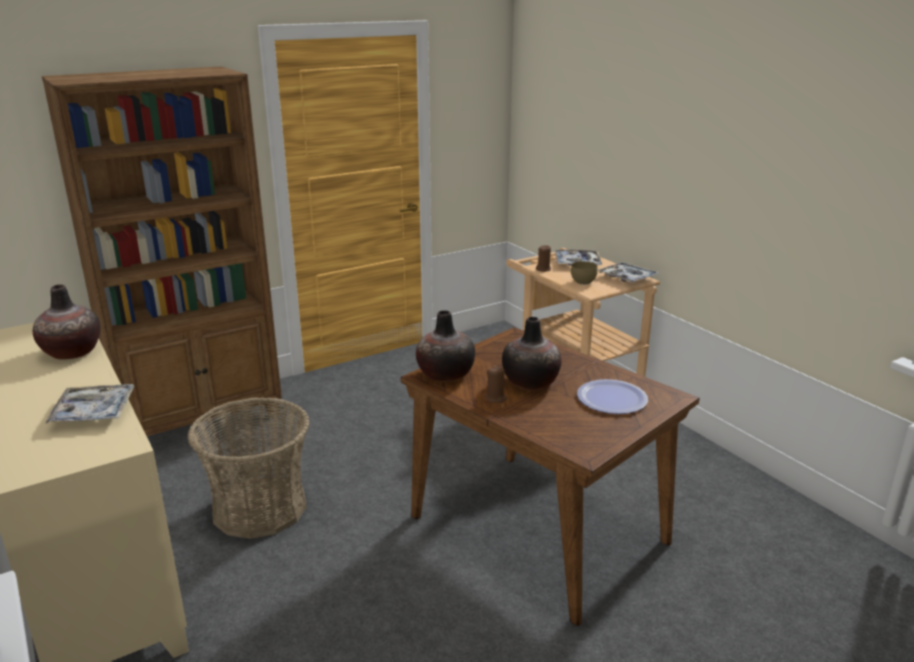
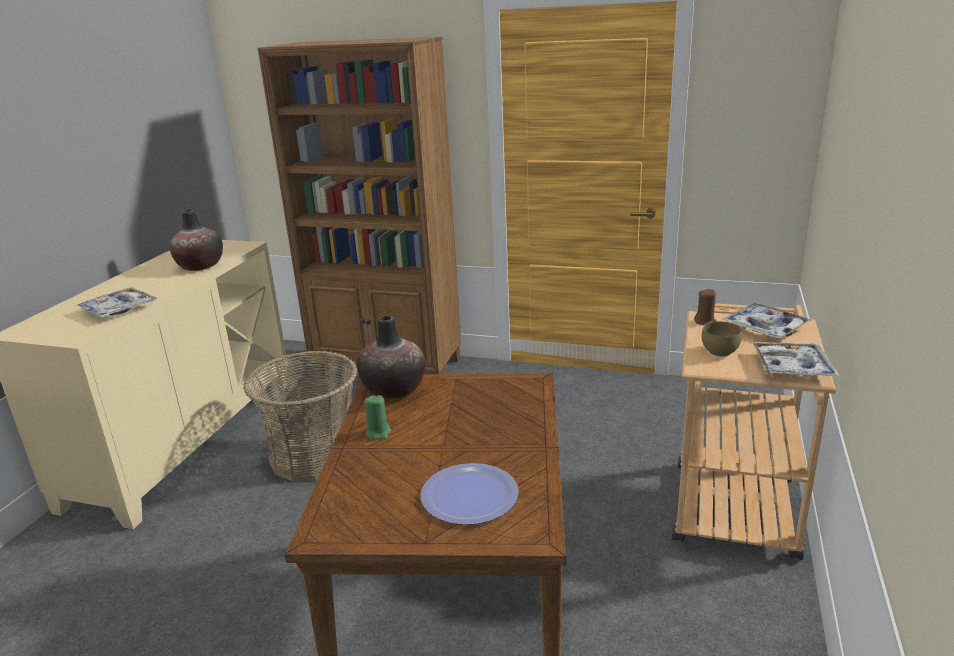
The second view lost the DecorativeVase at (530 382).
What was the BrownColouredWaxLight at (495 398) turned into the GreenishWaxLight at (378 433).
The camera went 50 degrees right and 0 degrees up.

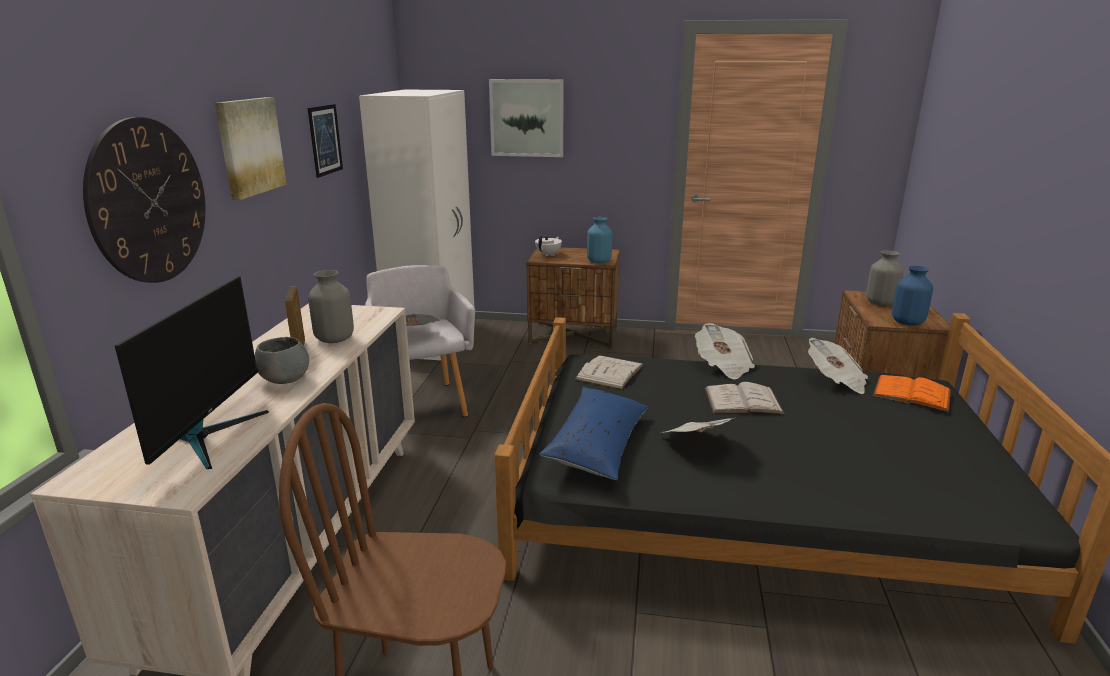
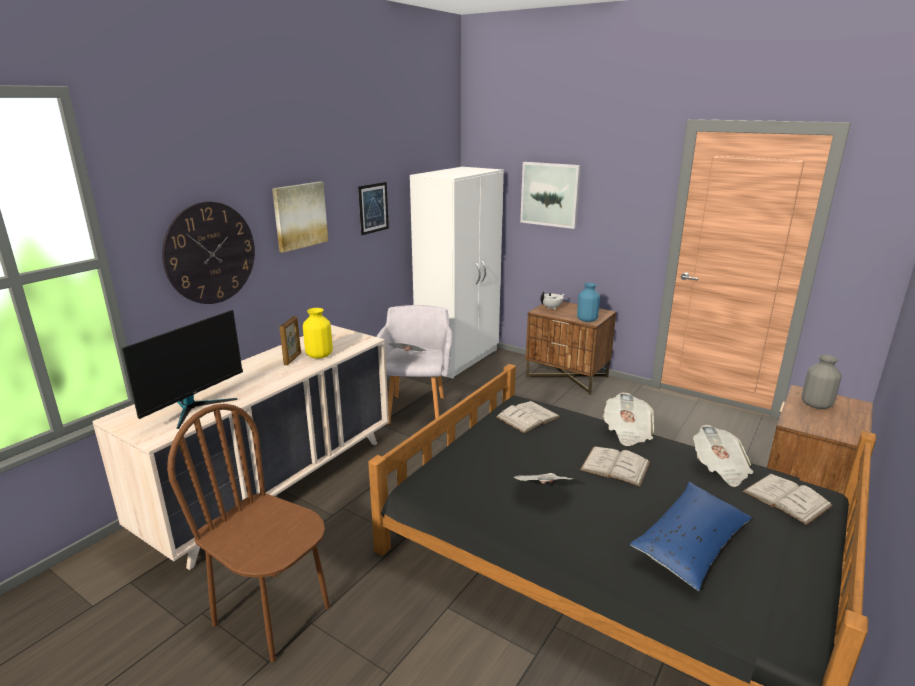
The second view lost the BlueColouredDecorativeVase at (907 322).
What was the GrayDecorativeVase at (334 339) turned into the YellowishDecorativeVase at (319 355).
The second view lost the GrayServingBowl at (285 379).
What was the OrangeyBook at (912 393) turned into the WhiteColouredBook at (786 498).
The BlueColouredCushion ended up elsewhere, having gone from (597 444) to (690 544).
The camera went 25 degrees right and 0 degrees up.

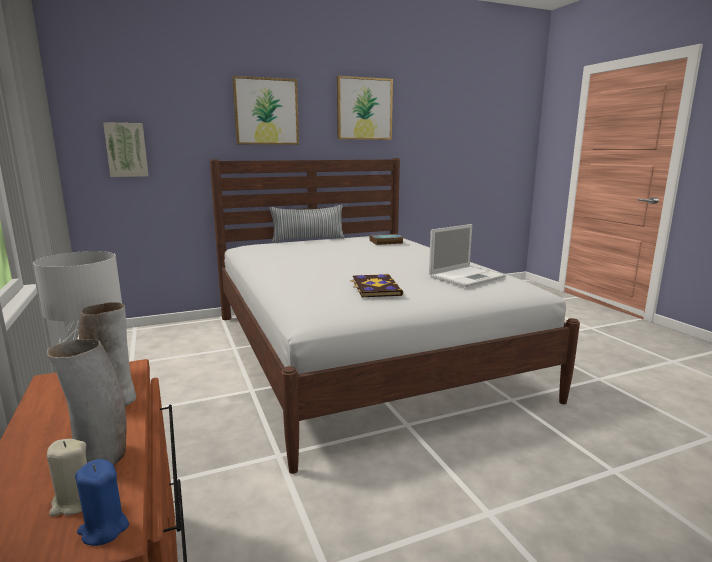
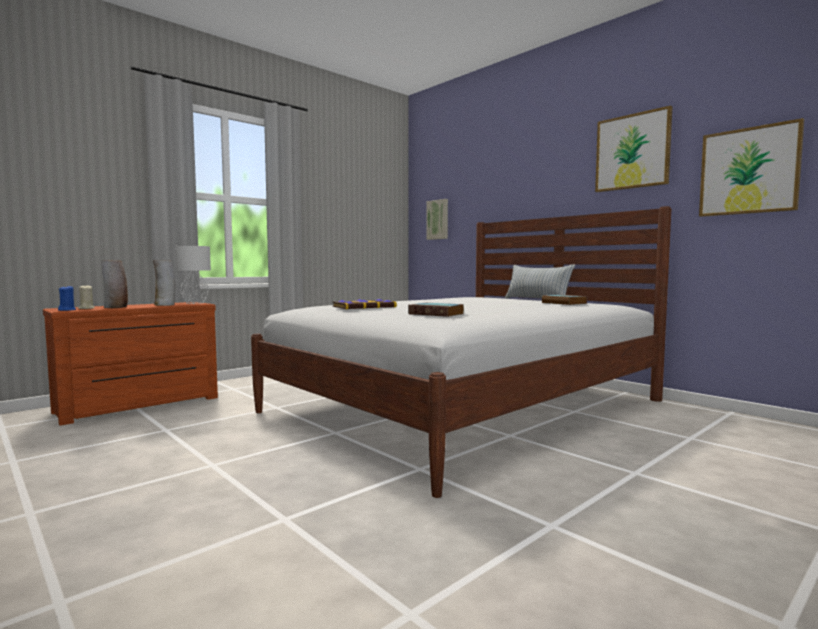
The Picture ended up elsewhere, having gone from (266 111) to (749 171).
Where the PortableComputer stood at (467 277), the Book came to stand at (437 314).
The camera went 70 degrees right and 10 degrees down.

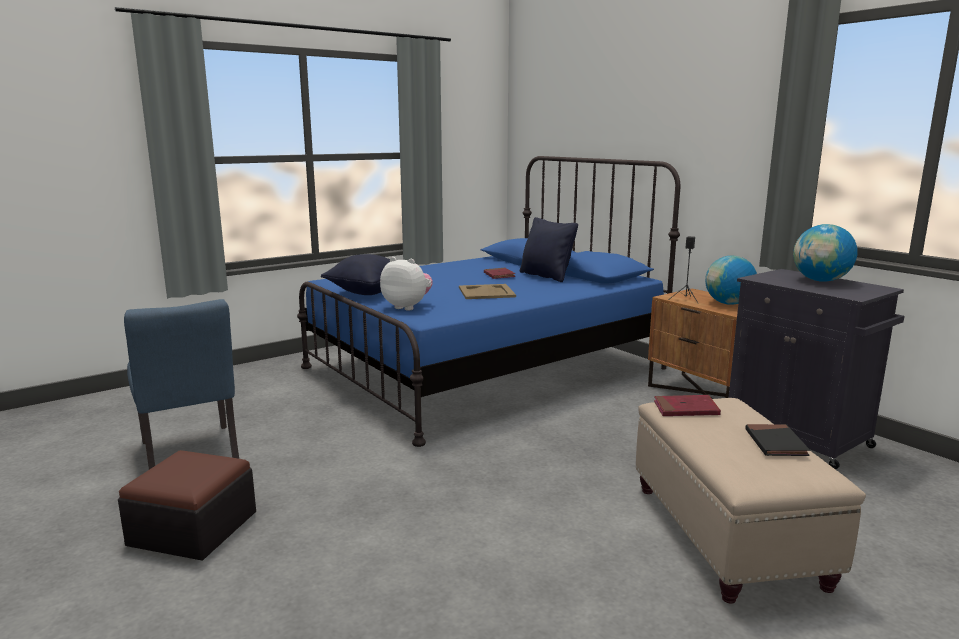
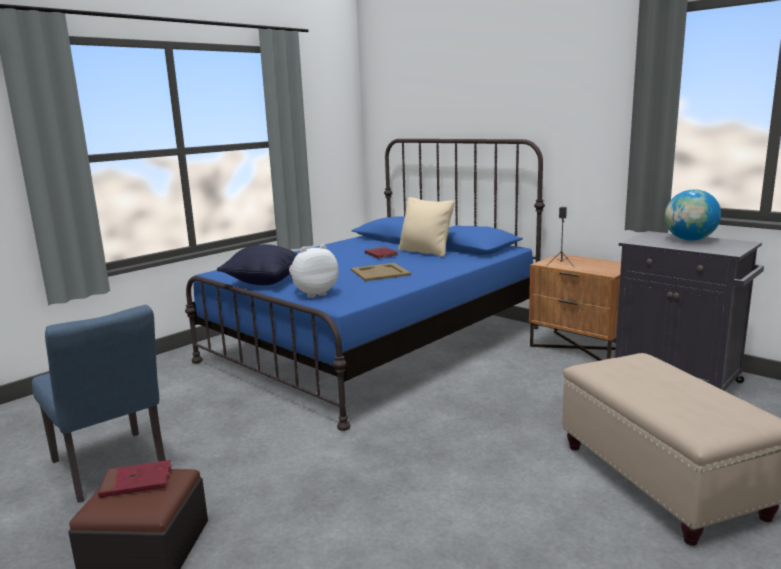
What was the BlackishCushion at (546 276) turned into the BeigeColouredCushion at (425 252).
The second view lost the DeskGlobe at (728 303).
The SoftToy at (407 307) ended up facing another way, 45 degrees counterclockwise from before.
The RedColouredBook ended up elsewhere, having gone from (686 409) to (137 482).
The second view lost the BlackishBook at (775 443).
The camera went 10 degrees left and 0 degrees up.

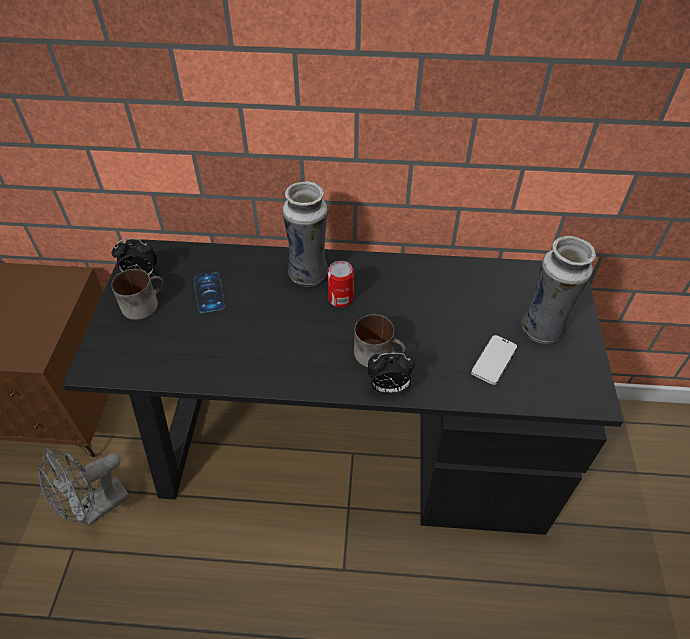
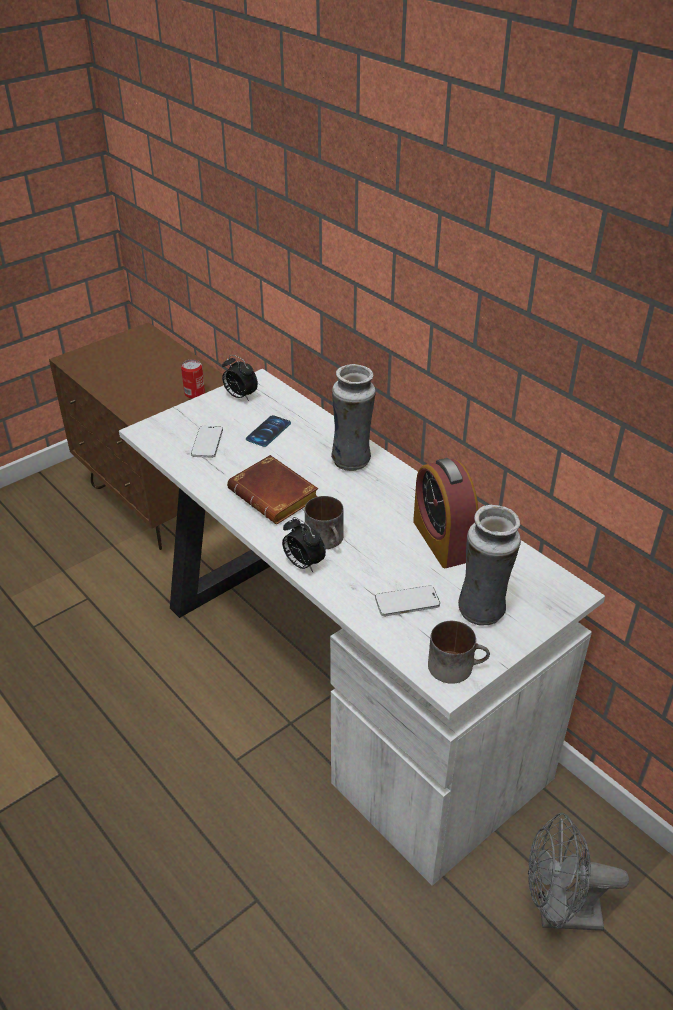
What was the BlackishDeskTable at (345 450) turned into the WhiteColouredDeskTable at (337 681).
The SealedCan ended up elsewhere, having gone from (340 298) to (194 393).
The TeaMug ended up elsewhere, having gone from (143 303) to (456 665).
The GrayFan ended up elsewhere, having gone from (96 508) to (558 913).
The second view gained the Phone at (207 443).
The second view gained the BrownColouredBook at (276 496).
The second view gained the AlarmClock at (442 540).
The camera went 45 degrees right and 10 degrees down.

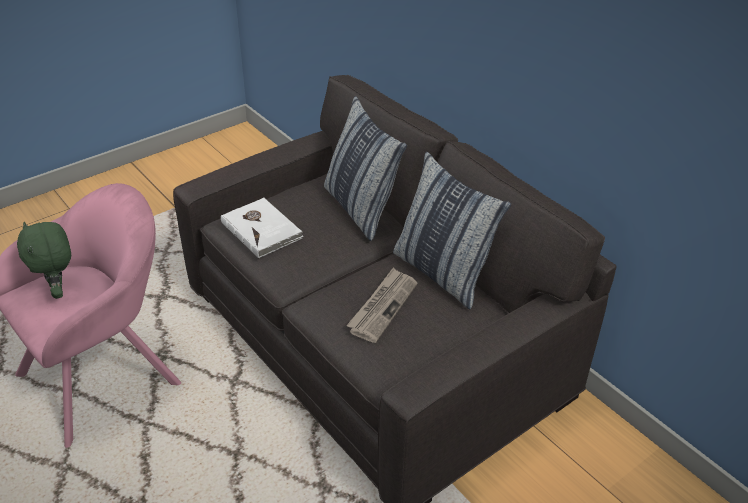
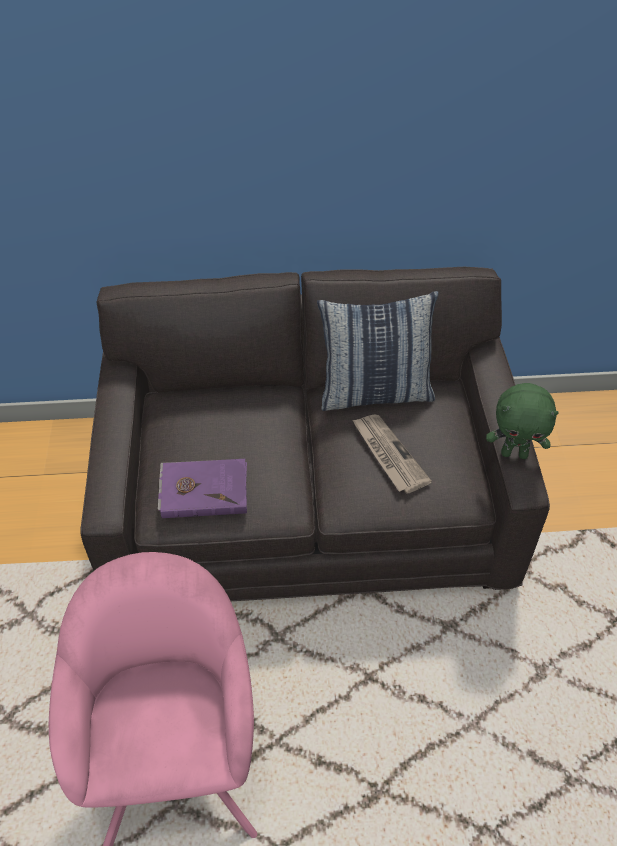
The second view lost the Cushion at (360 209).
What was the WhiteColouredBook at (262 229) turned into the PurplishBook at (203 489).
The GreenishSoftToy ended up elsewhere, having gone from (59 291) to (514 453).
The camera went 55 degrees left and 10 degrees up.

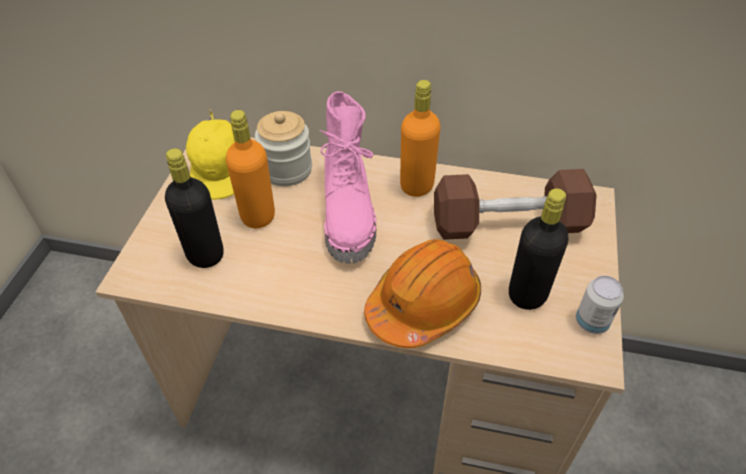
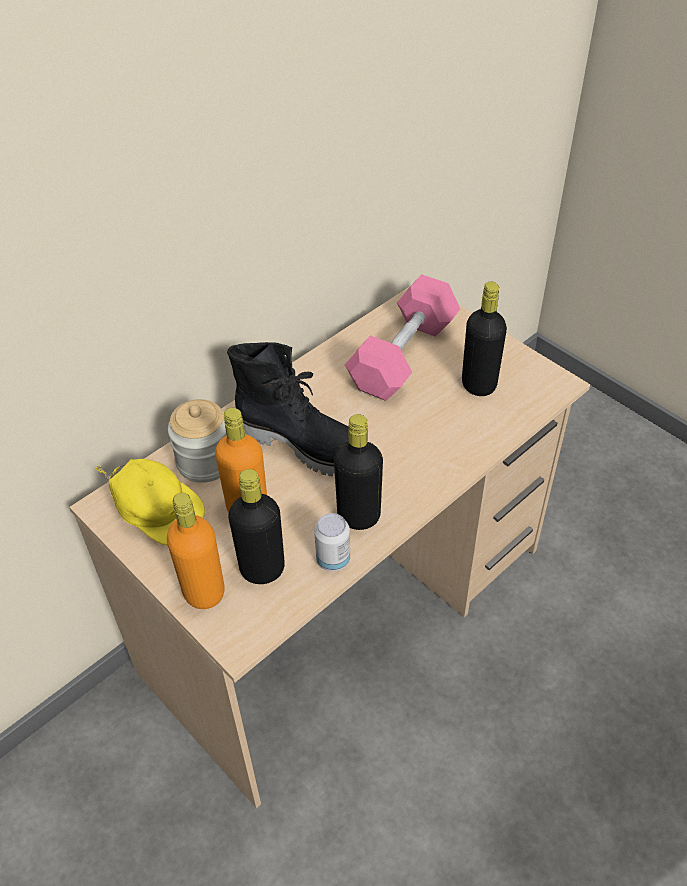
The OrangeyBottle ended up elsewhere, having gone from (416 185) to (204 592).
What was the PinkTallBoot at (349 215) turned into the BlackishTallBoot at (305 445).
What was the BrownColouredHandWeight at (508 224) turned into the PinkHandWeight at (403 355).
The second view lost the OrangeyWorkHelmet at (423 304).
The SealedCan ended up elsewhere, having gone from (591 322) to (333 559).
The second view gained the BlackishBottle at (358 516).
The camera went 55 degrees left and 0 degrees up.

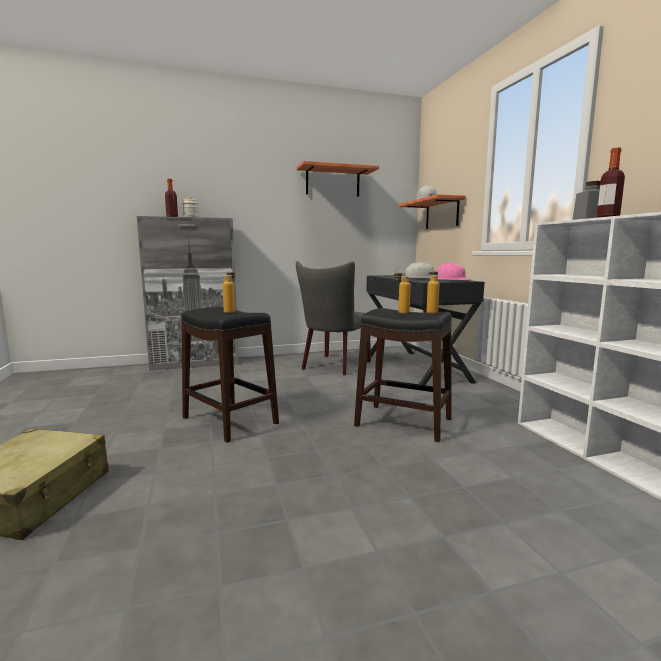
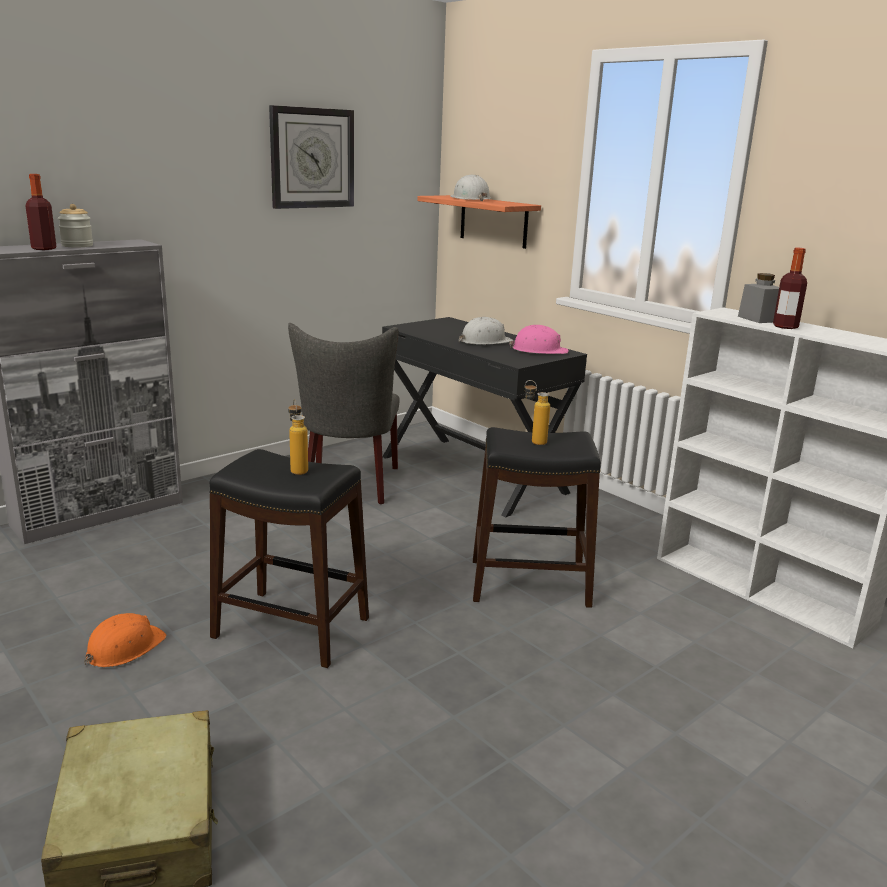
Where the Shelf hung at (333 182), the ClockOnTheWall came to hang at (312 158).
The second view lost the Bottle at (432 312).
The second view gained the OrangeyWorkHelmet at (124 648).
The camera went 25 degrees left and 10 degrees up.

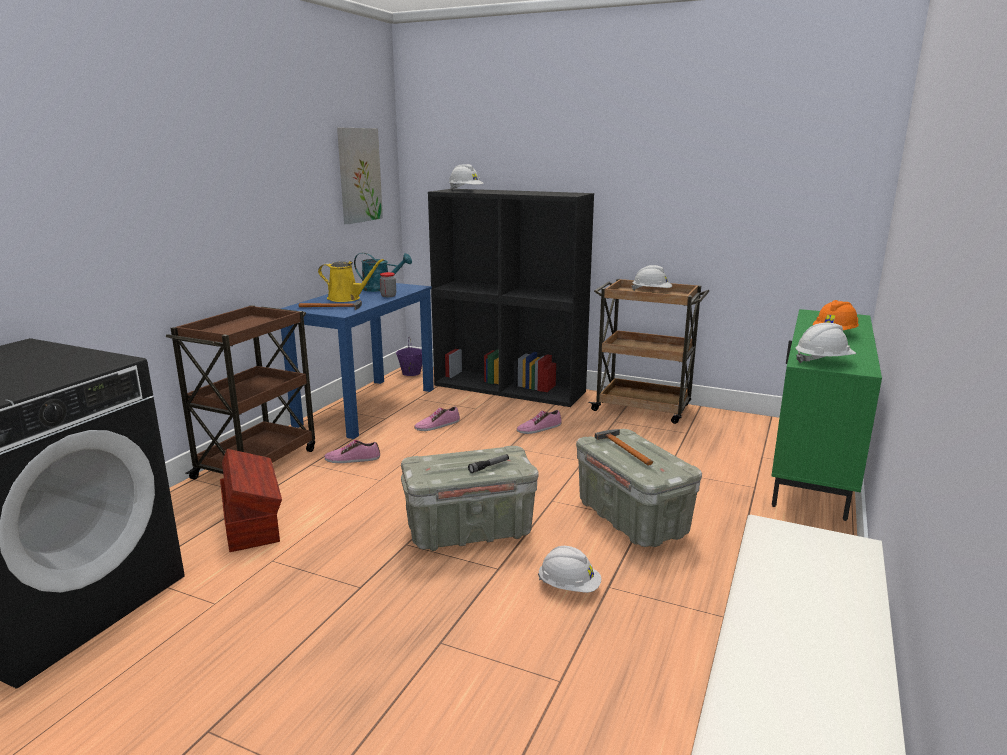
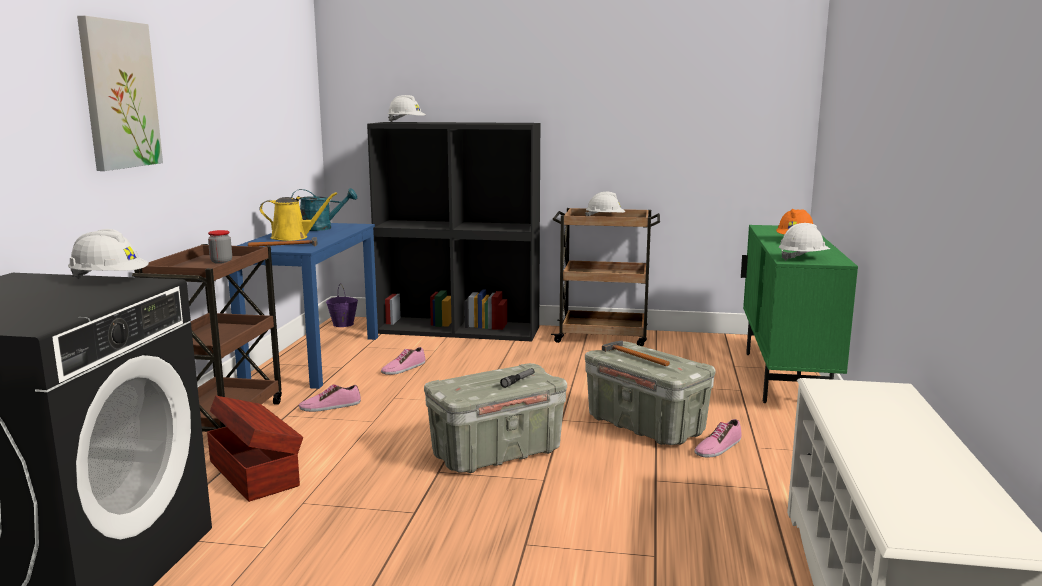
The Picture ended up elsewhere, having gone from (359 175) to (119 95).
The StorageJar ended up elsewhere, having gone from (388 296) to (221 261).
The LowShoe ended up elsewhere, having gone from (539 428) to (717 447).
The WhiteColouredWorkHelmet ended up elsewhere, having gone from (569 587) to (110 280).
The camera went 15 degrees left and 5 degrees down.

